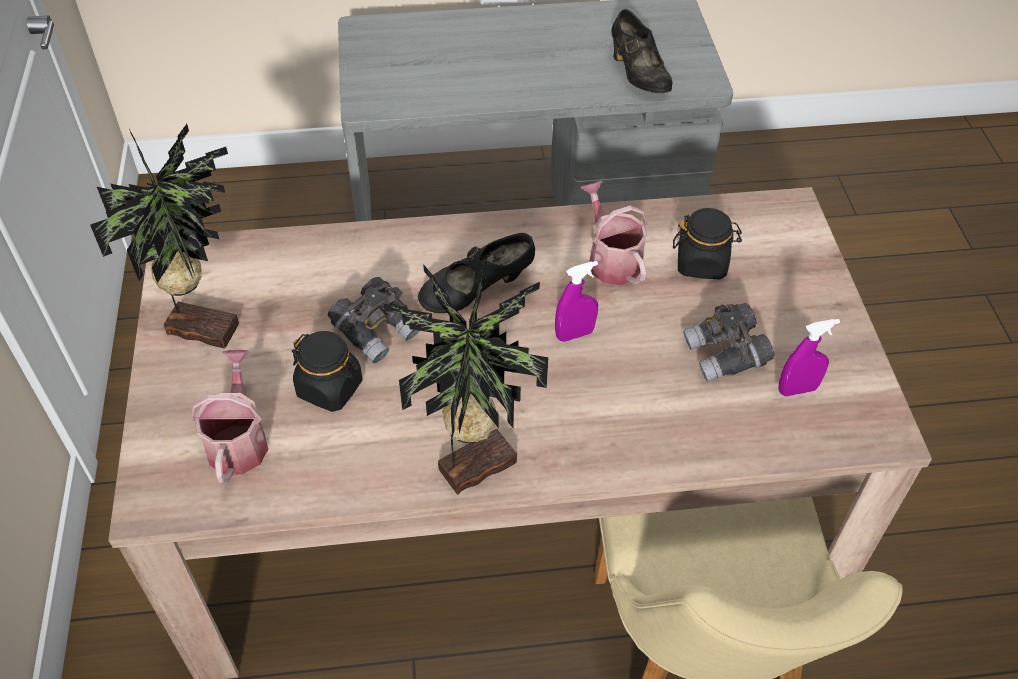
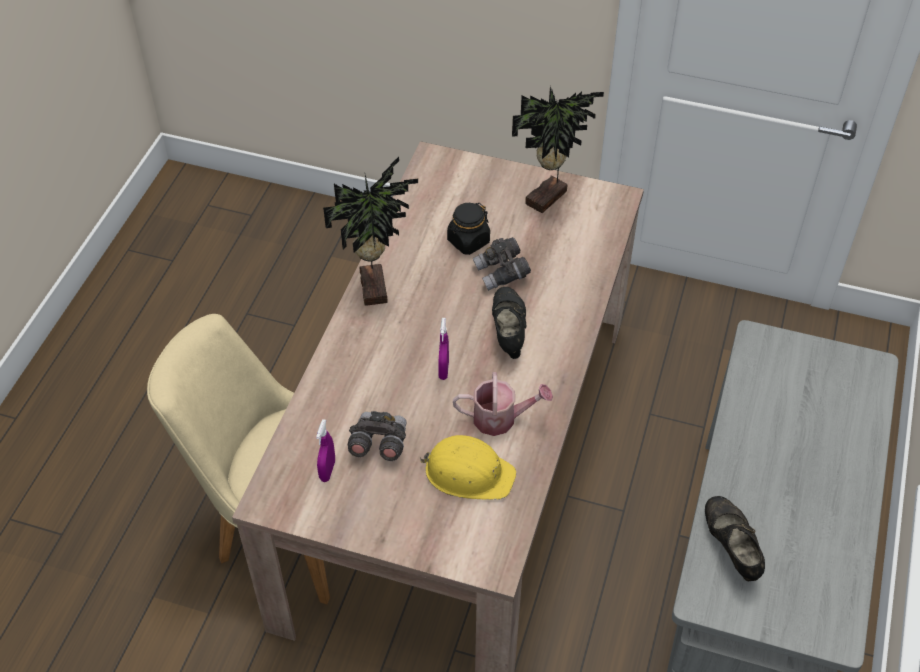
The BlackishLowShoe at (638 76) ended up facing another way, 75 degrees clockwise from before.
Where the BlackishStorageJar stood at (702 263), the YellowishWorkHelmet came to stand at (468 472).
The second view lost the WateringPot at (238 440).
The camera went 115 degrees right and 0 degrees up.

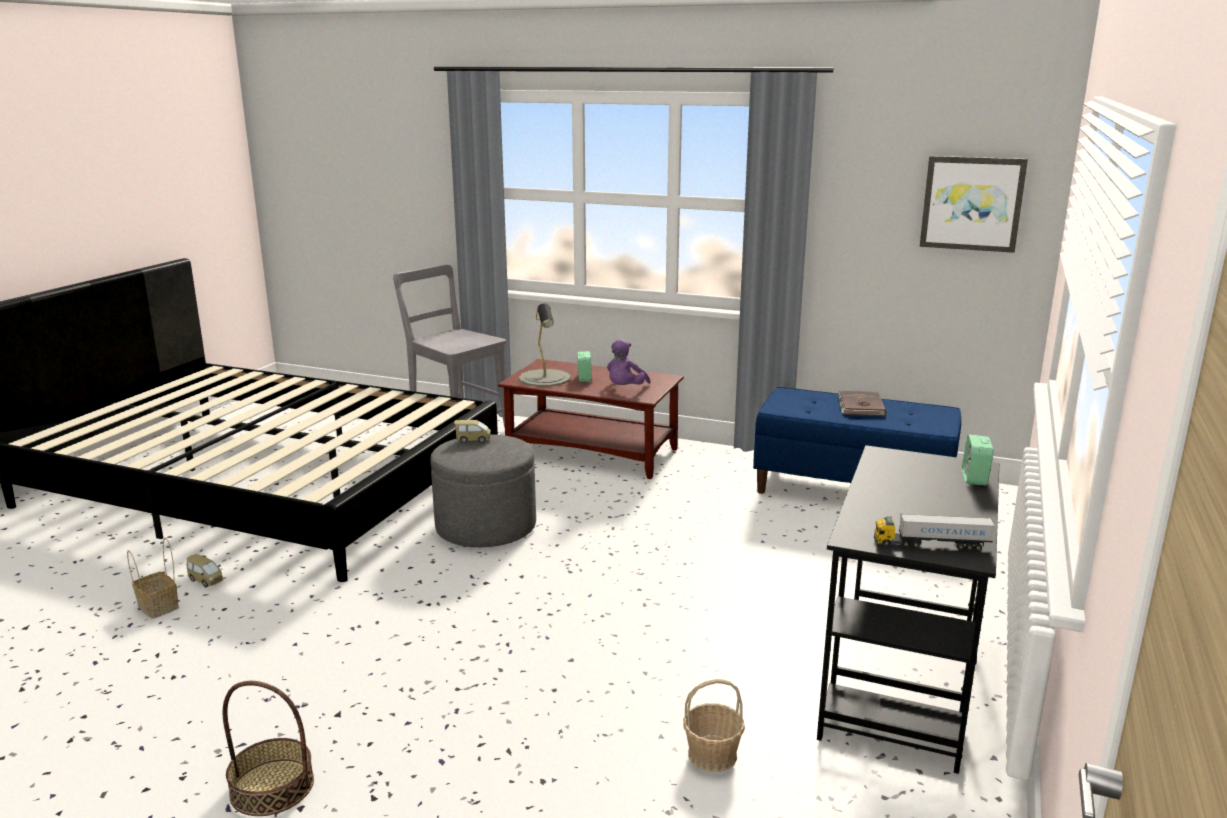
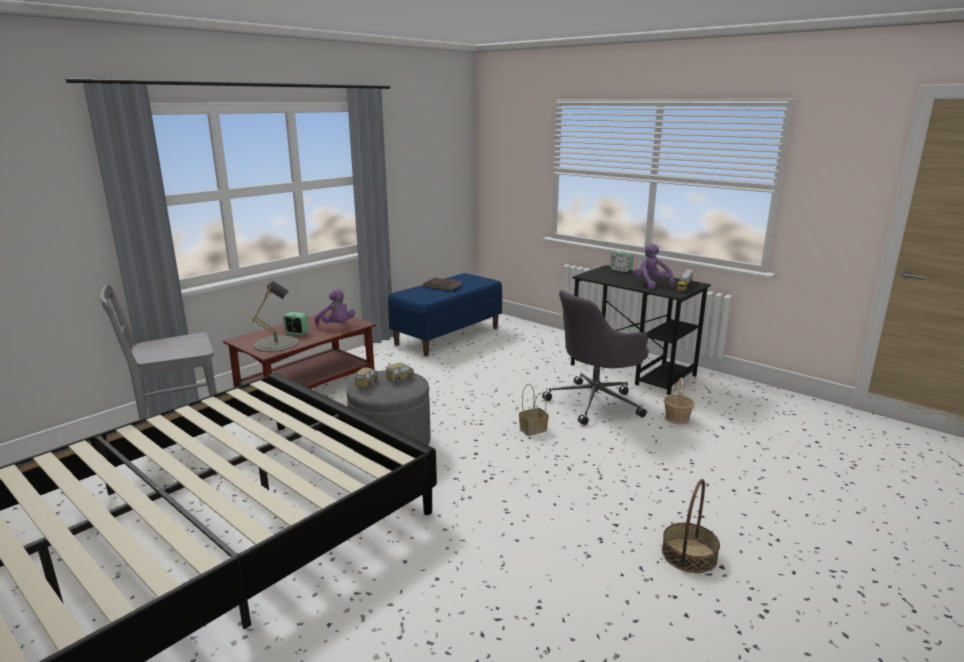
The second view lost the Picture at (972 203).
The Basket ended up elsewhere, having gone from (159 607) to (533 429).
The MiniatureCar ended up elsewhere, having gone from (206 580) to (400 378).
The second view gained the PurplishSoftToy at (651 284).
The second view gained the GrayOfficeChair at (596 402).
The camera went 70 degrees left and 0 degrees up.

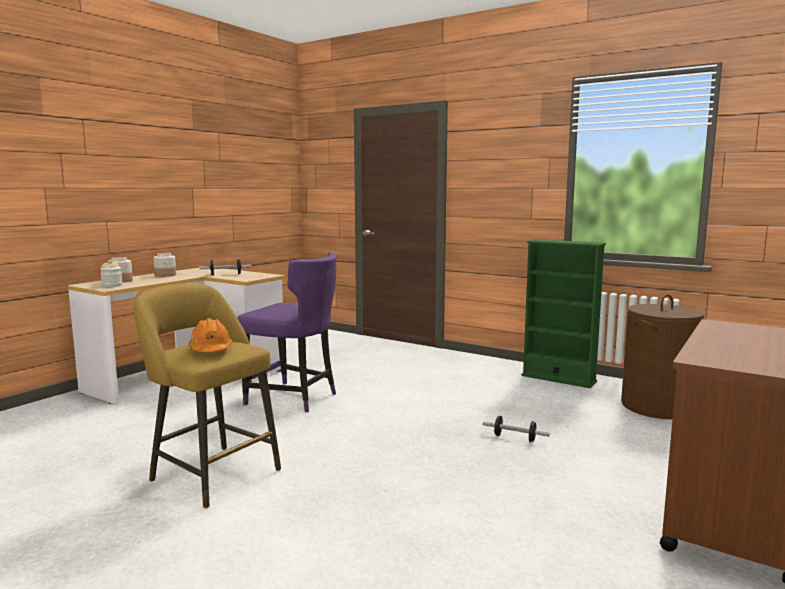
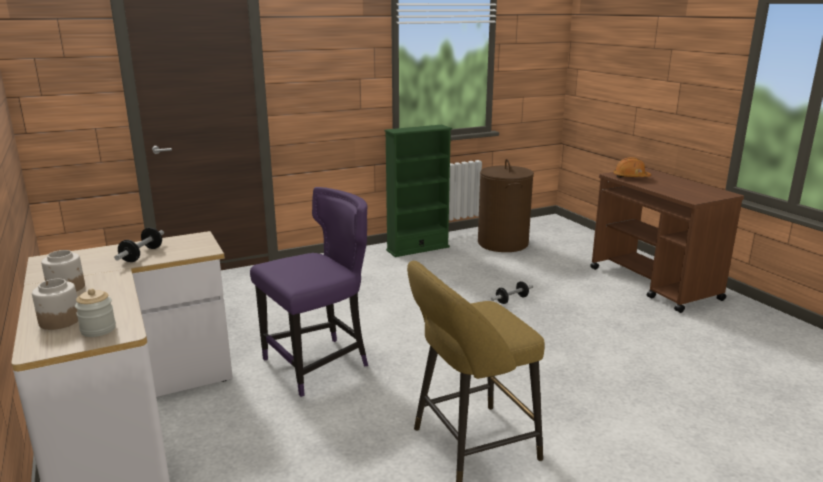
The OrangeyWorkHelmet ended up elsewhere, having gone from (210 349) to (630 177).
The camera went 60 degrees left and 10 degrees up.

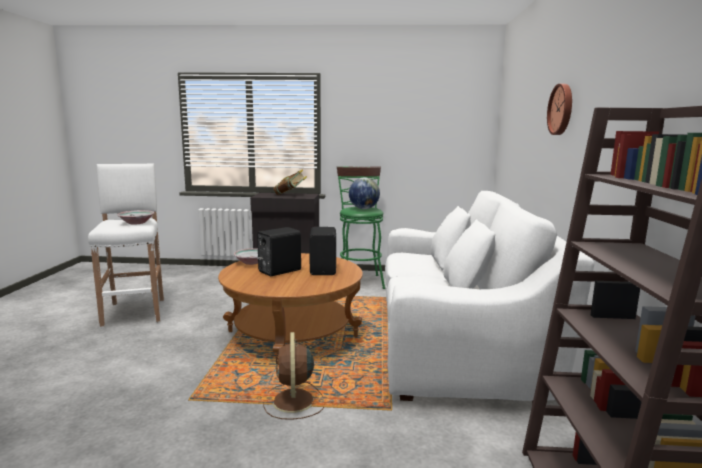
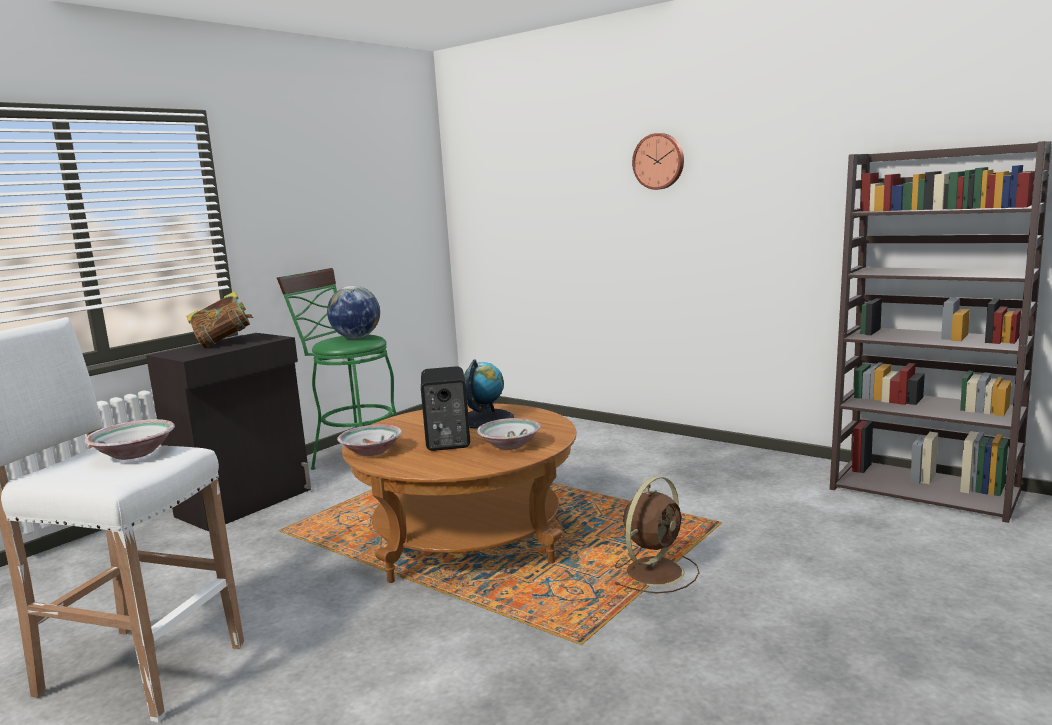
The second view lost the WhiteColouredSettee at (456 342).
Where the BlackishLoudspeaker stood at (324 270), the DeskGlobe came to stand at (485 419).
The BrownColouredFan at (293 401) ended up facing another way, 75 degrees counterclockwise from before.
The second view gained the ServingBowl at (510 445).
The camera went 55 degrees left and 0 degrees up.

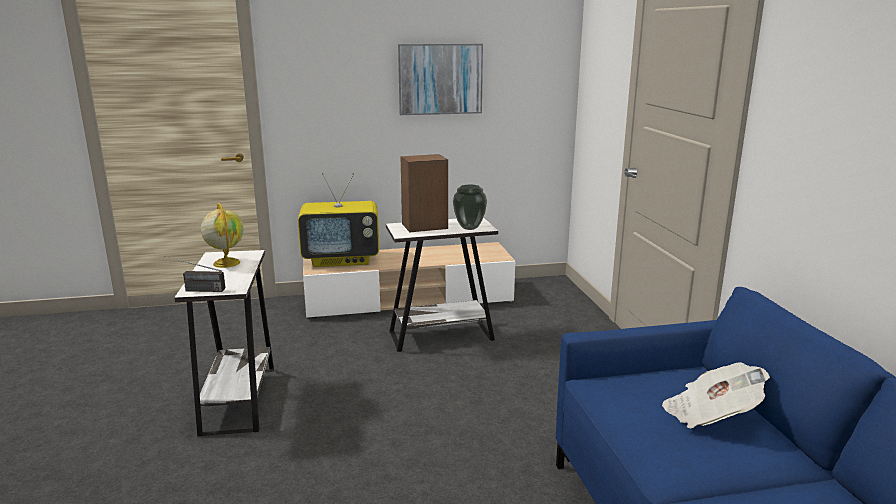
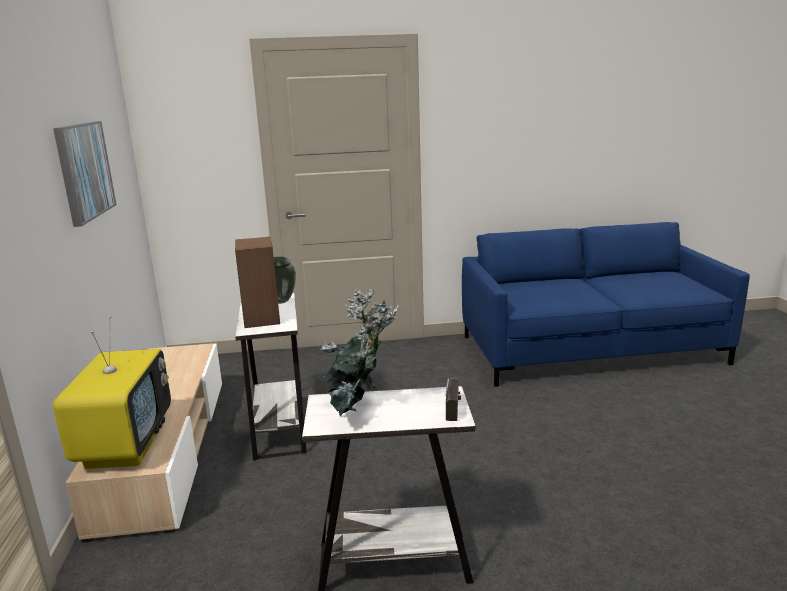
Where the DeskGlobe stood at (226 263), the Houseplant came to stand at (357 411).
The second view lost the DailyPaper at (710 415).
The camera went 85 degrees left and 0 degrees up.

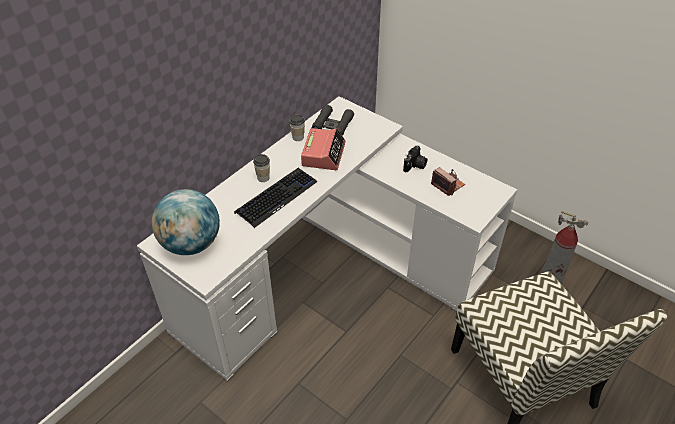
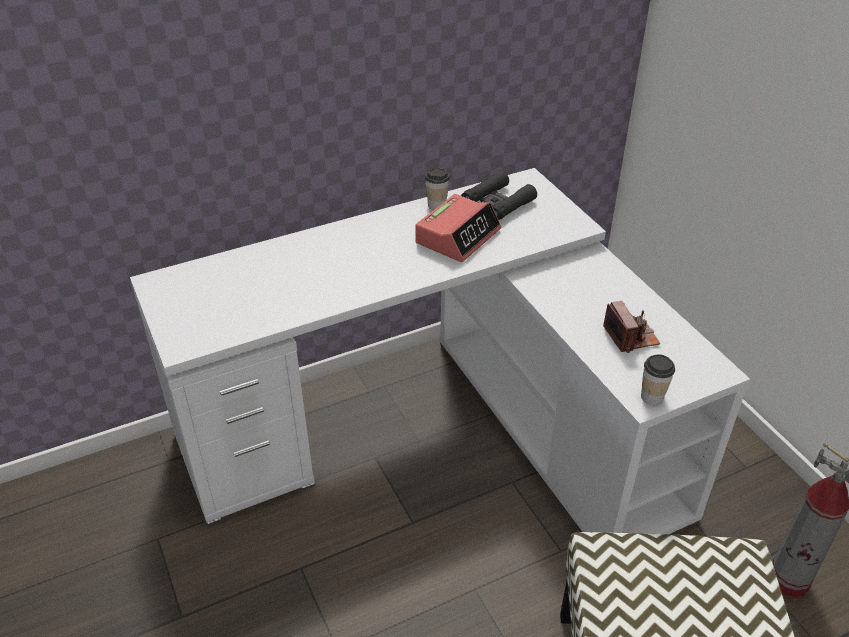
The second view lost the StillCamera at (415 166).
The SmallCup ended up elsewhere, having gone from (263 178) to (652 396).
The second view lost the Keyboard at (276 197).
The second view lost the DeskGlobe at (191 244).
The camera went 25 degrees right and 5 degrees down.

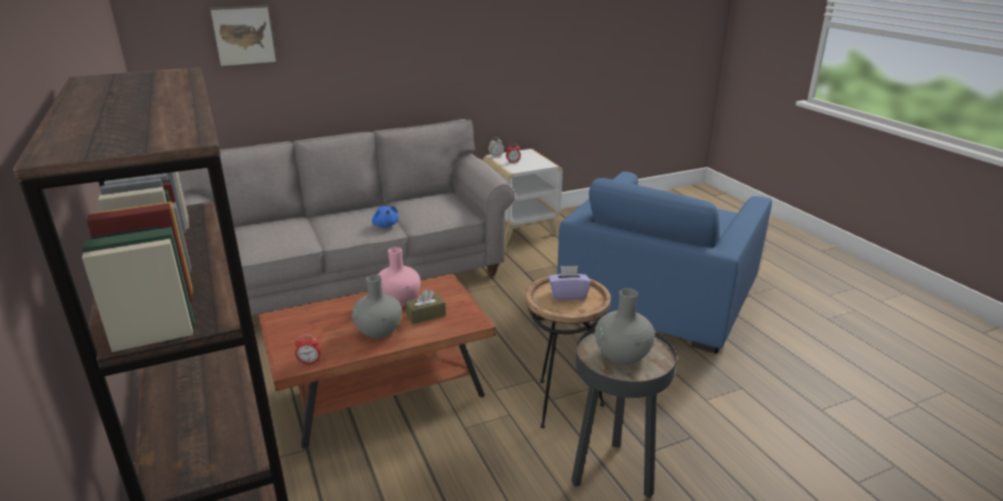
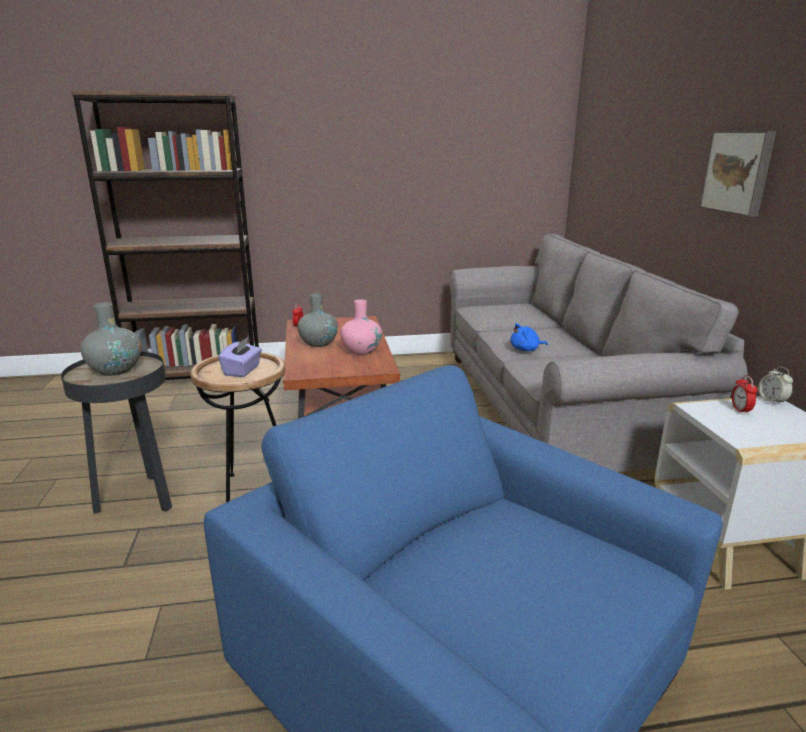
The Picture ended up elsewhere, having gone from (243 35) to (739 172).
The second view lost the BrownColouredBoxOfTissues at (426 315).
The camera went 105 degrees right and 5 degrees down.

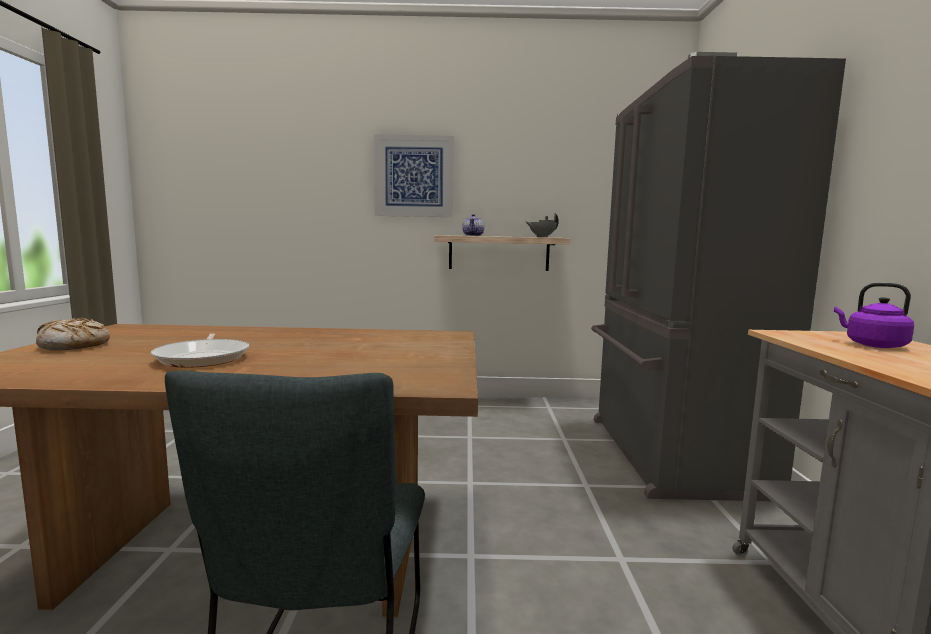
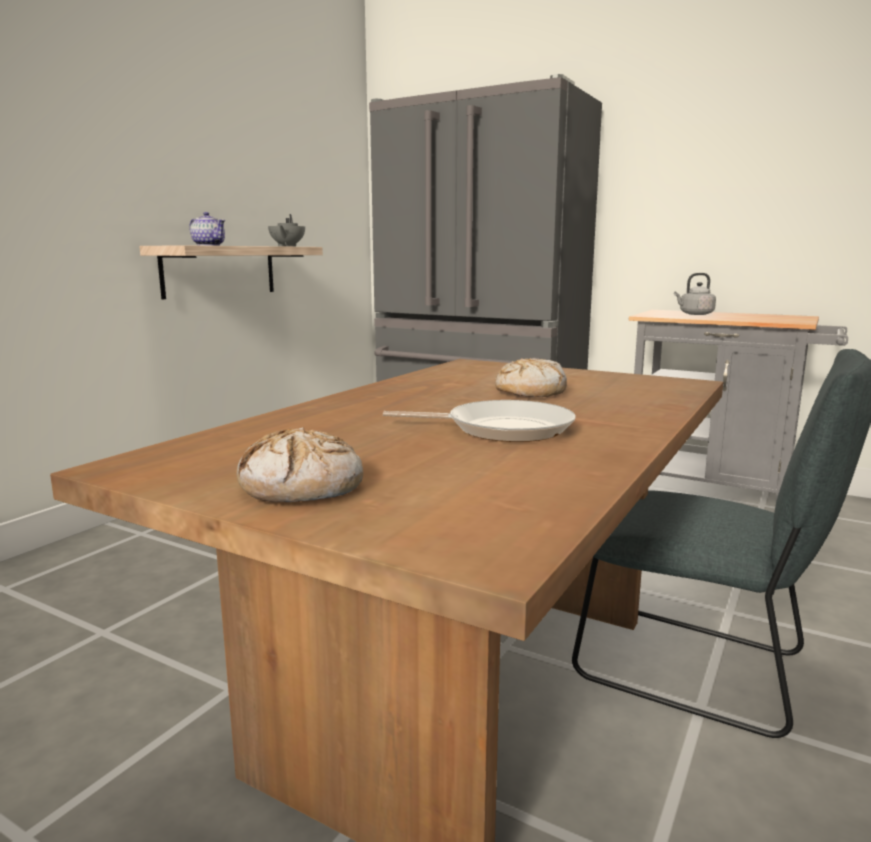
The second view lost the Picture at (414 176).
What was the PurplishWaterKettle at (872 345) turned into the GrayWaterKettle at (694 314).
The second view gained the BakeryBread at (530 392).
The camera went 60 degrees left and 5 degrees up.

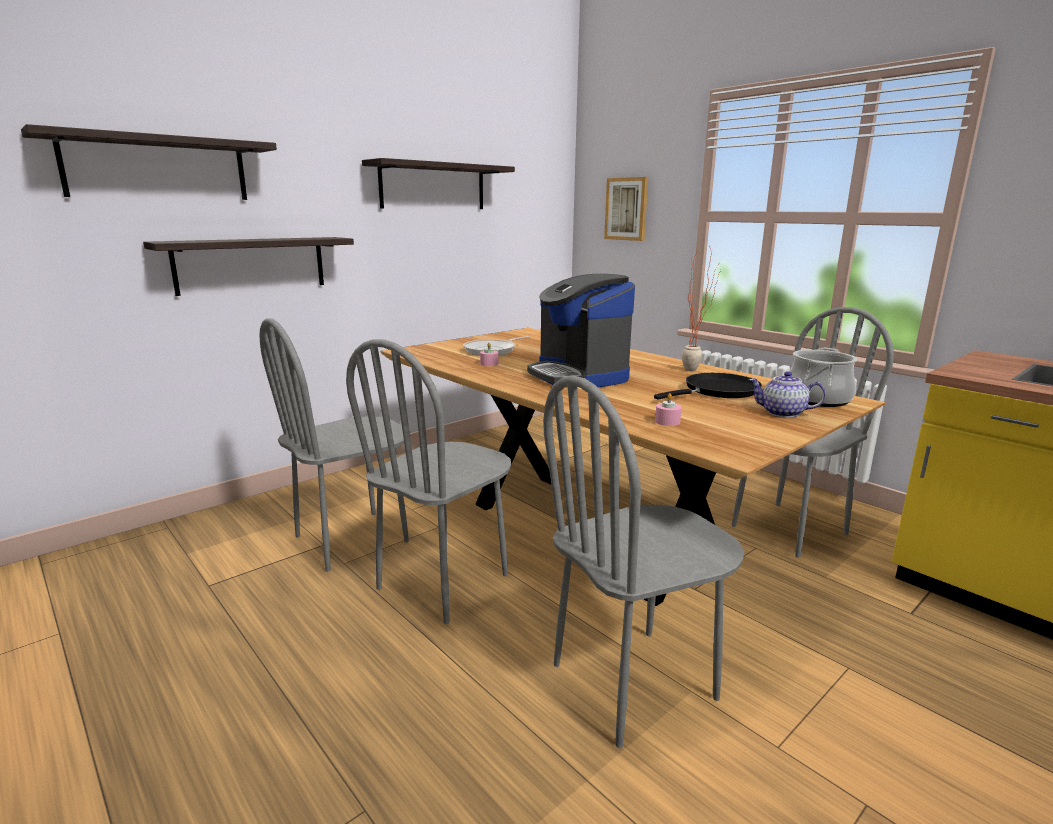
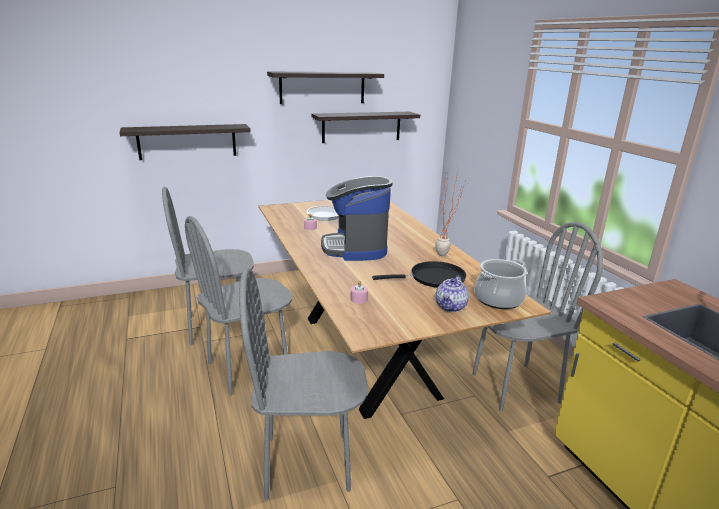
The Shelf ended up elsewhere, having gone from (158 168) to (361 127).
The second view lost the Picture at (626 209).
The PotForTea at (782 413) ended up facing another way, 105 degrees counterclockwise from before.
The camera went 20 degrees right and 5 degrees up.

